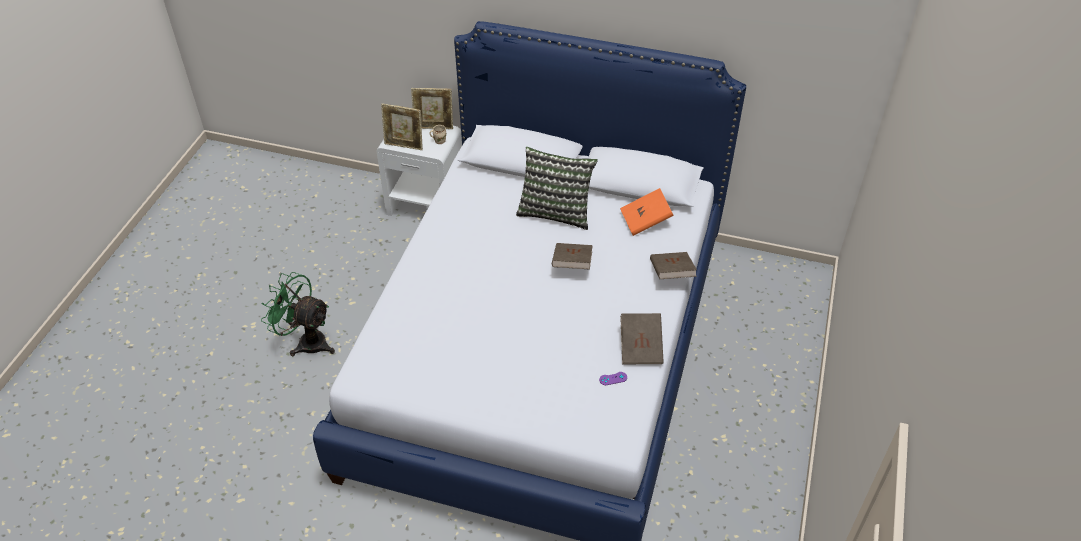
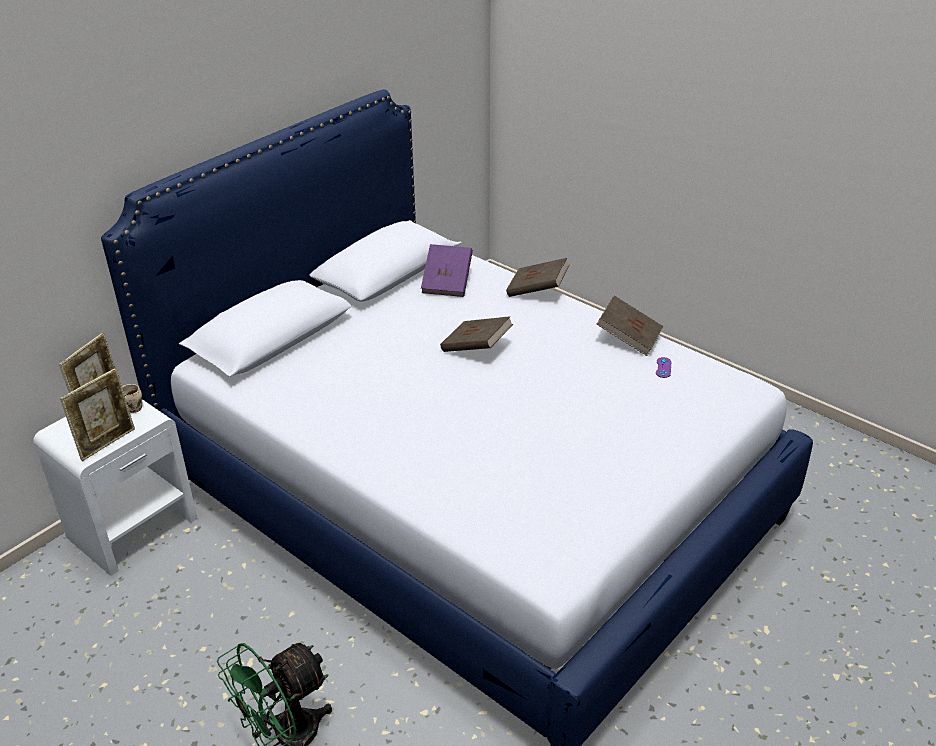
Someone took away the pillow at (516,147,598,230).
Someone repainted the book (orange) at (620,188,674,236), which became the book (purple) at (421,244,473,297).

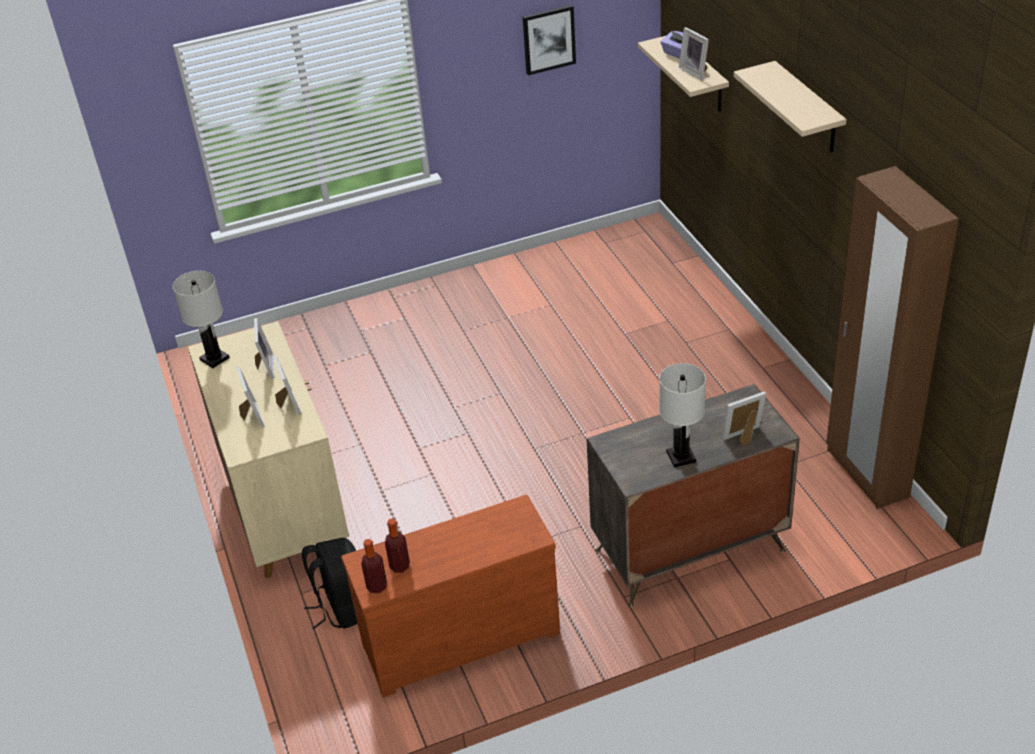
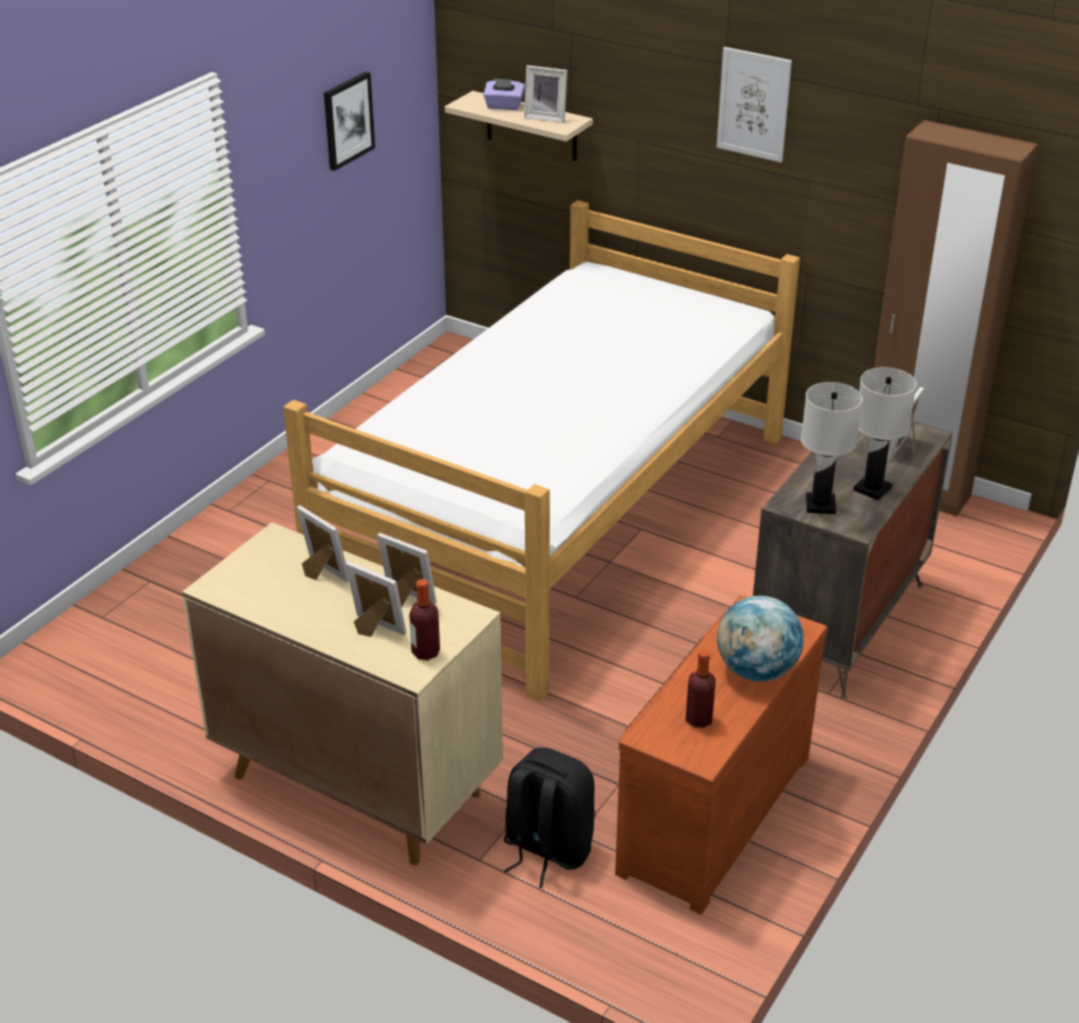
Someone carried the table lamp (white) from (173,271,229,368) to (801,382,863,514).
Someone carried the bottle from (361,539,387,593) to (409,579,440,660).
Someone swapped the shelf (beige) at (734,61,846,153) for the picture at (717,47,792,162).
Someone put down the bed at (283,200,800,702).
Someone put down the globe at (717,596,804,682).

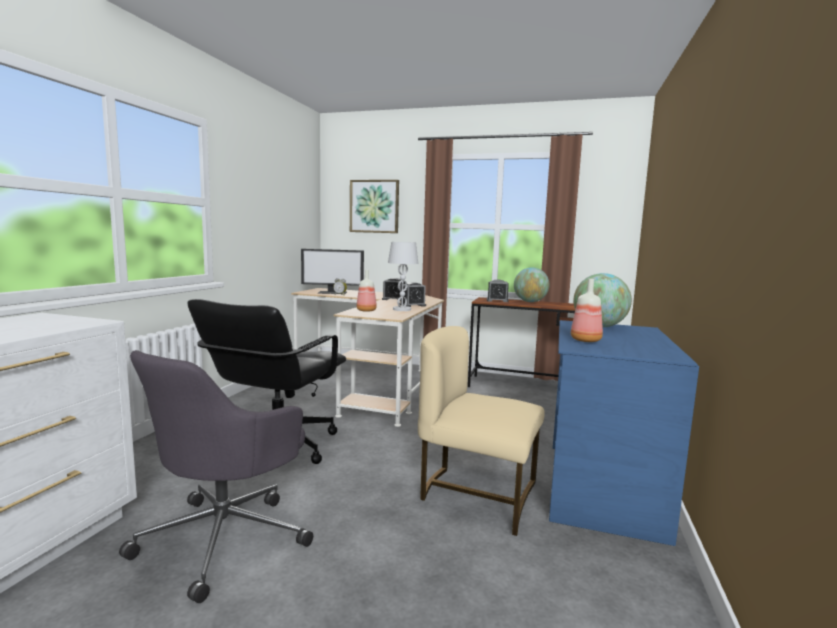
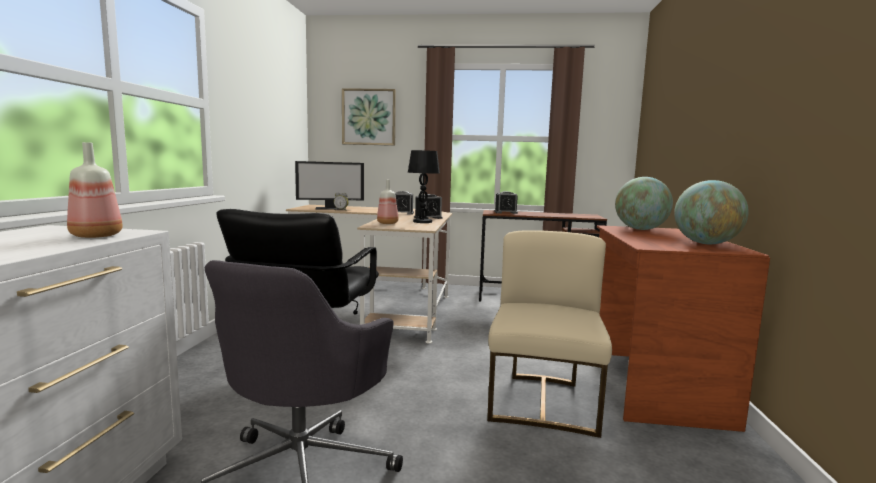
Someone repainted the table lamp (white) at (388,242,418,311), which became the table lamp (black) at (408,150,440,223).
Someone rotated the chair (beige) at (418,326,545,536) by 90 degrees clockwise.
Someone carried the globe from (514,267,550,302) to (674,180,749,244).
Someone repainted the desk (blue) at (549,320,699,546), which became the desk (brown) at (597,225,770,432).
Someone carried the bottle from (571,279,603,342) to (67,142,123,238).

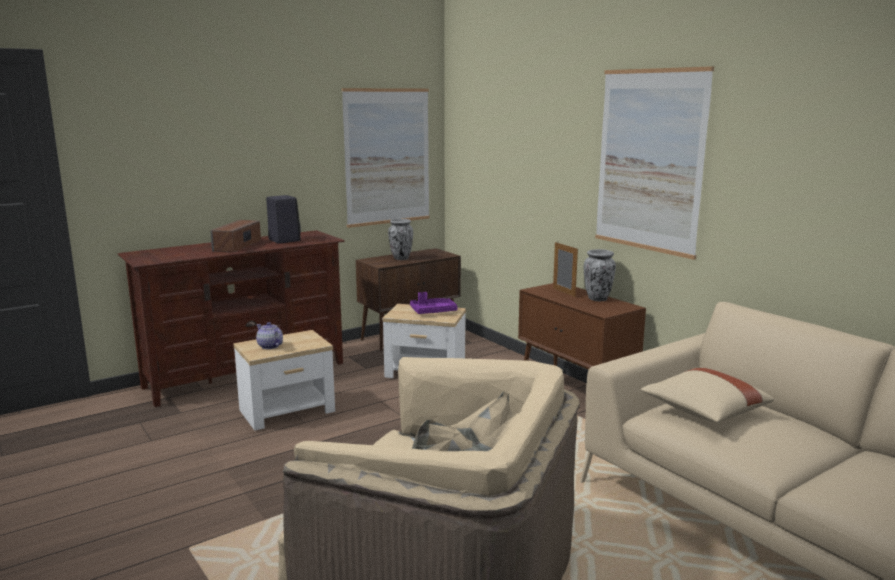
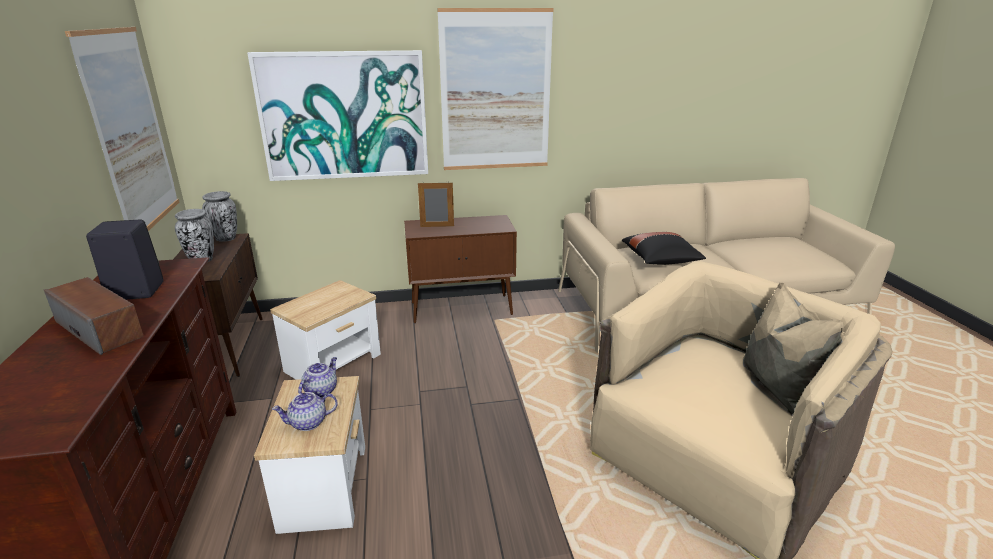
Someone took away the tray (purple) at (410,292,458,314).
Someone carried the vase from (584,249,616,301) to (202,191,237,242).
Someone repainted the pillow (beige) at (641,368,774,423), which became the pillow (black) at (622,232,706,265).
Someone put up the picture at (247,50,428,181).
Someone put down the teapot at (298,357,337,398).

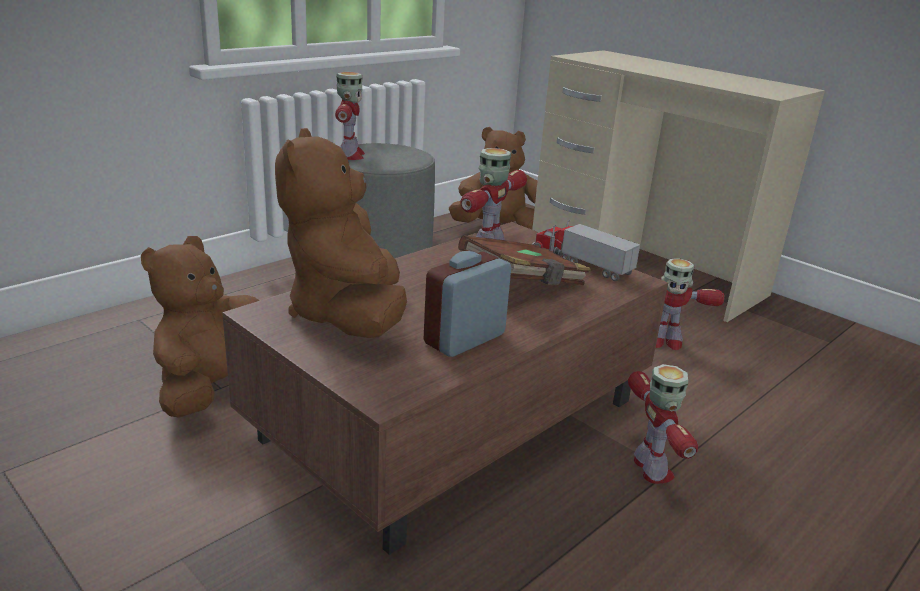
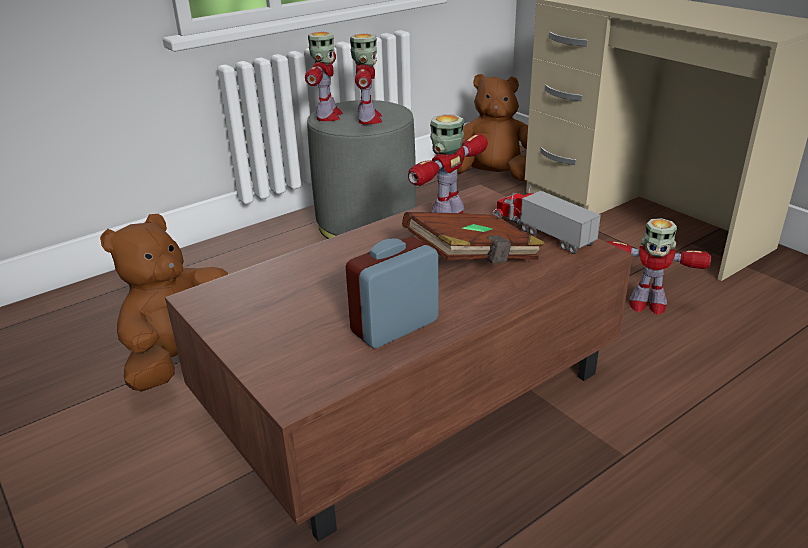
Someone took away the plush toy (brown) at (275,128,407,338).
Someone carried the toy robot from (628,364,698,484) to (350,34,383,124).

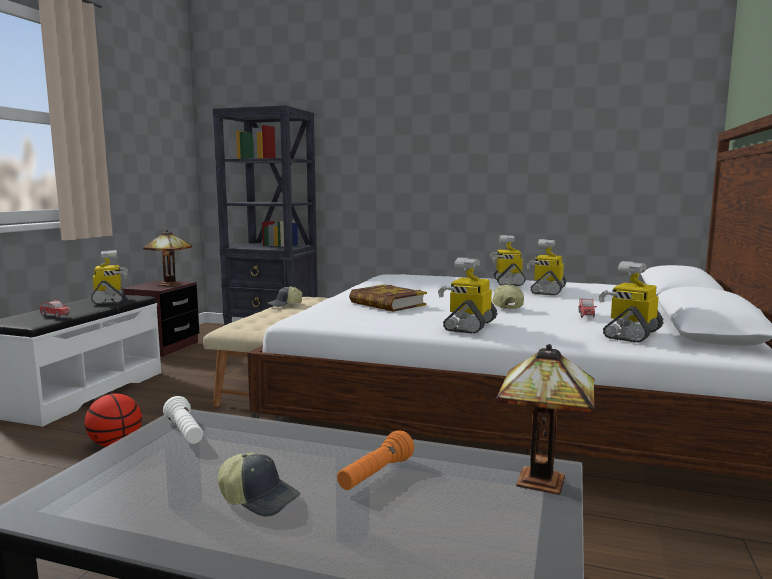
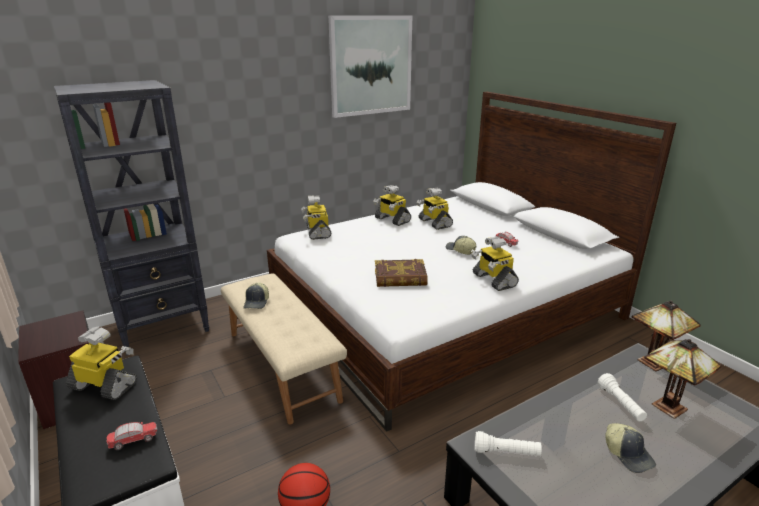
Someone carried the table lamp from (143,230,192,286) to (644,339,721,419).
Someone rotated the cap at (218,453,300,517) by 90 degrees clockwise.
Someone repainted the flashlight (orange) at (337,430,414,490), which became the flashlight (white) at (598,373,647,422).
Someone carried the toy robot from (599,261,664,343) to (301,195,331,240).
Someone put up the picture at (328,16,412,118).

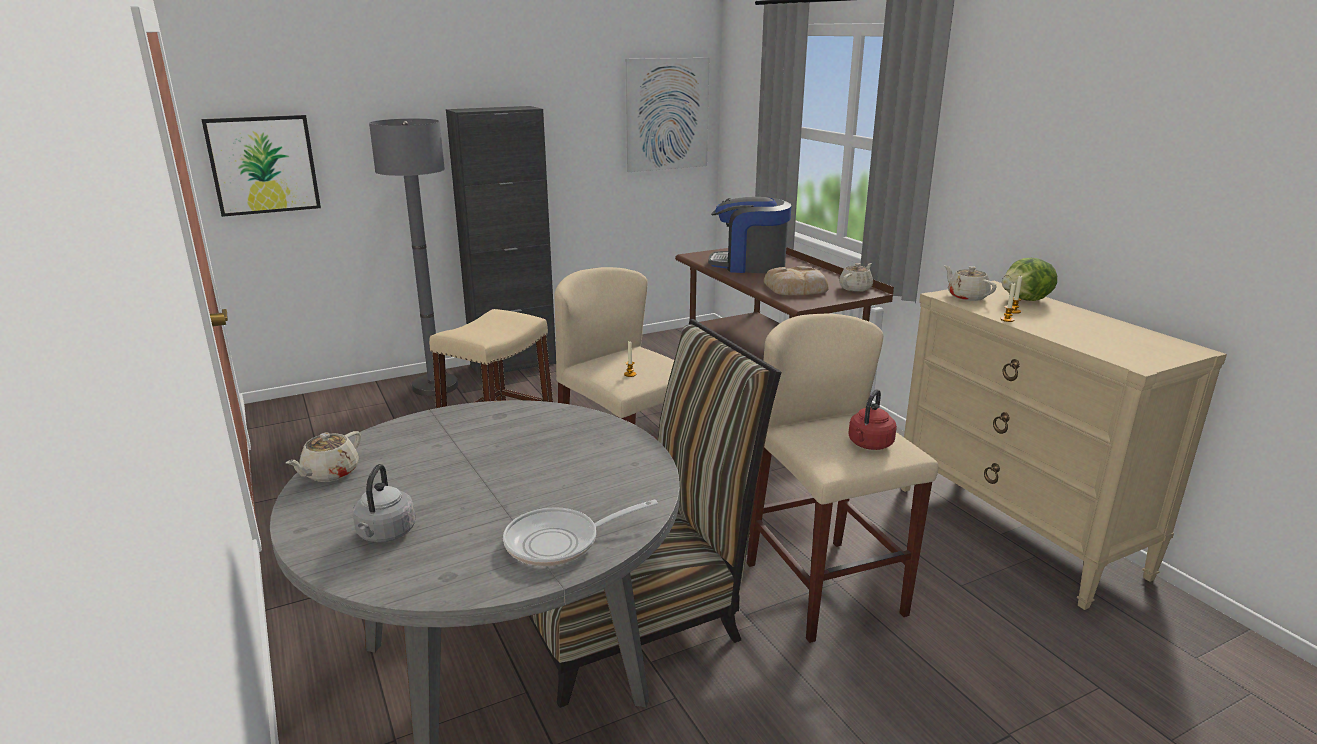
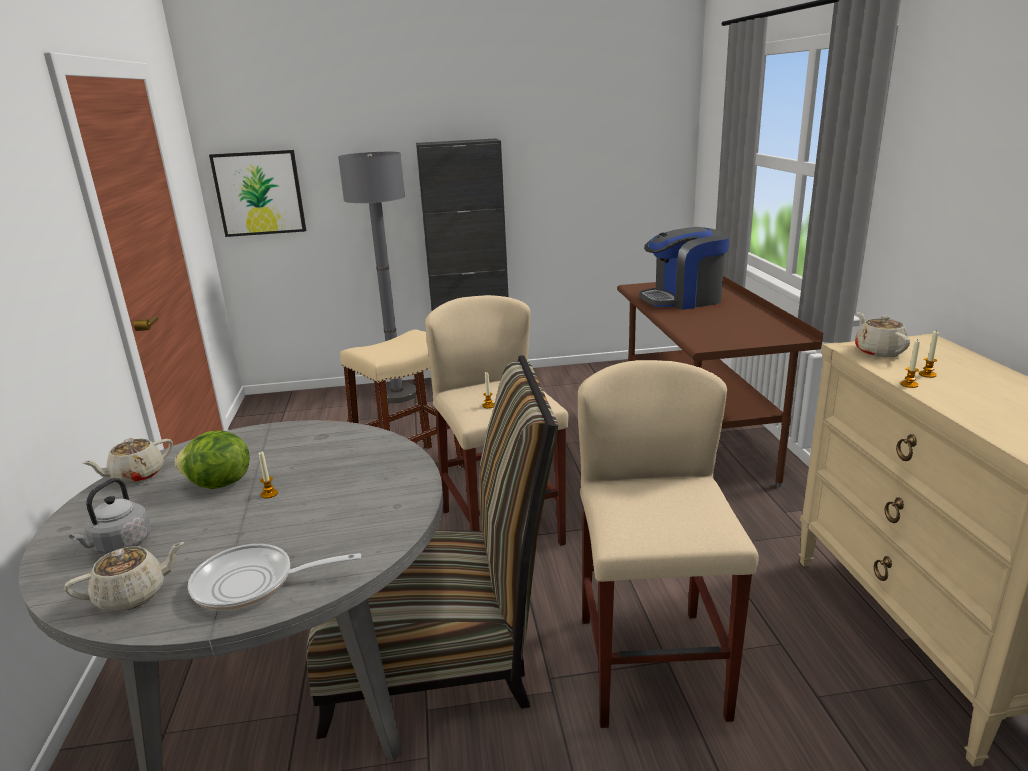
Someone took away the picture at (626,58,709,172).
Someone rotated the coffee machine at (708,197,791,273) by 45 degrees counterclockwise.
Someone took away the bread at (764,266,829,295).
Someone carried the teapot (beige) from (839,263,873,292) to (64,542,184,611).
Someone took away the kettle (red) at (848,389,897,450).
Someone carried the lettuce from (1002,258,1057,301) to (175,431,249,489).
Someone put down the candle at (259,451,278,498).

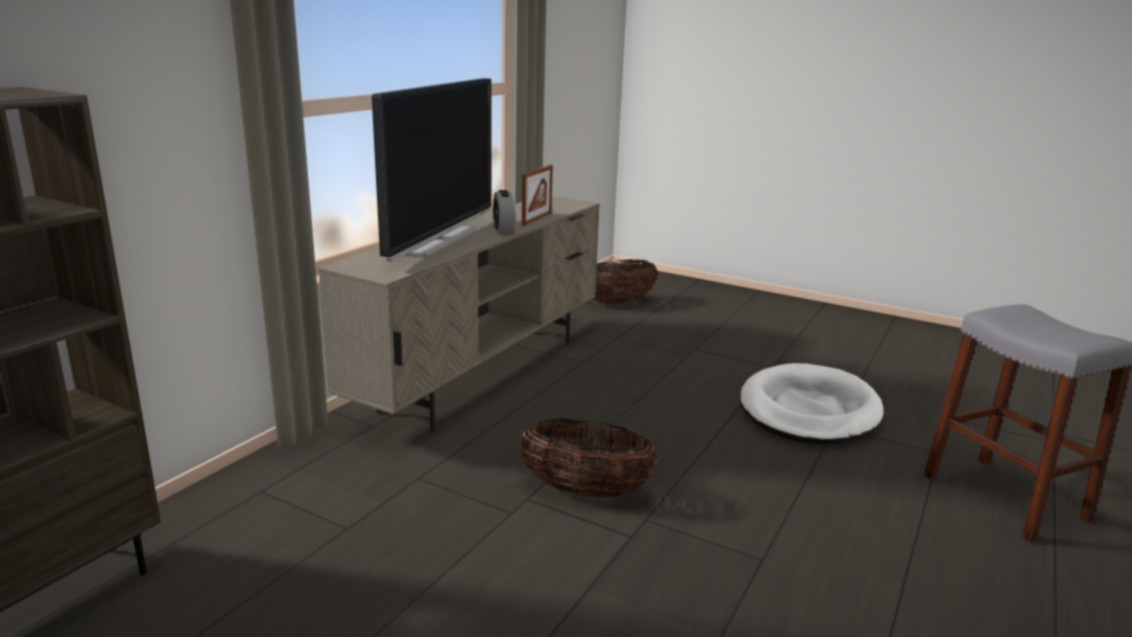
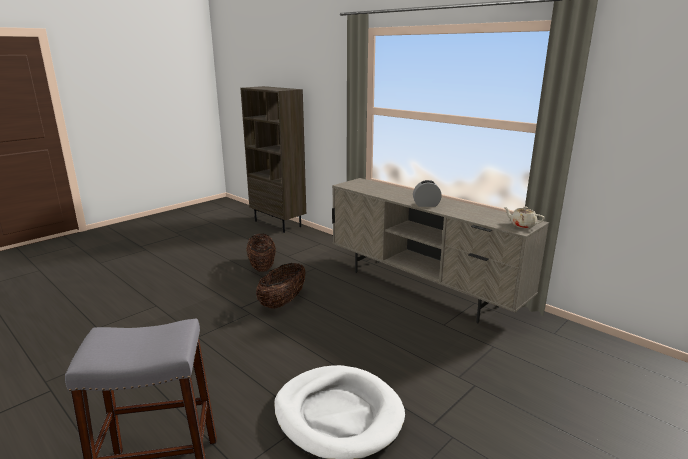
Someone took away the television at (372,78,492,262).
Someone took away the picture frame at (522,165,553,226).
Someone carried the basket from (594,259,658,304) to (246,233,276,272).
Someone put down the teapot (beige) at (503,206,545,228).

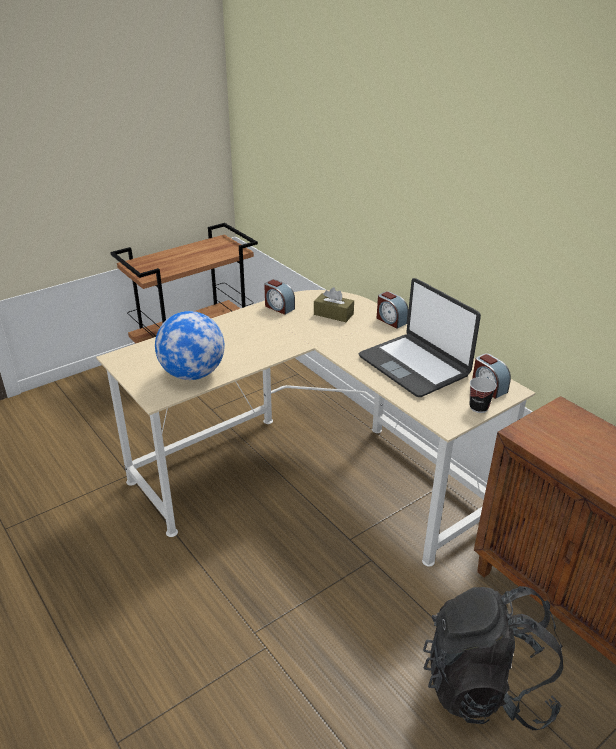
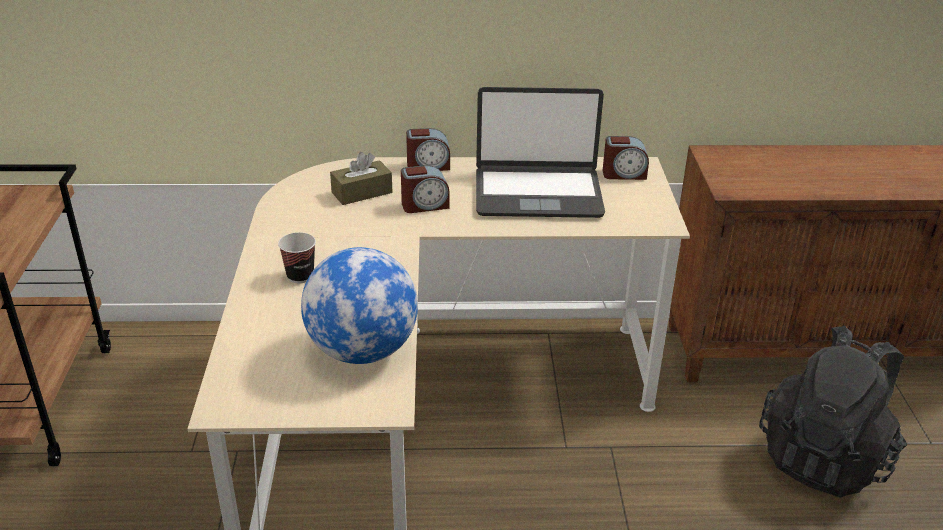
Someone carried the alarm clock from (264,279,295,315) to (401,165,450,213).
Someone carried the cup from (470,377,497,413) to (278,232,316,283).

